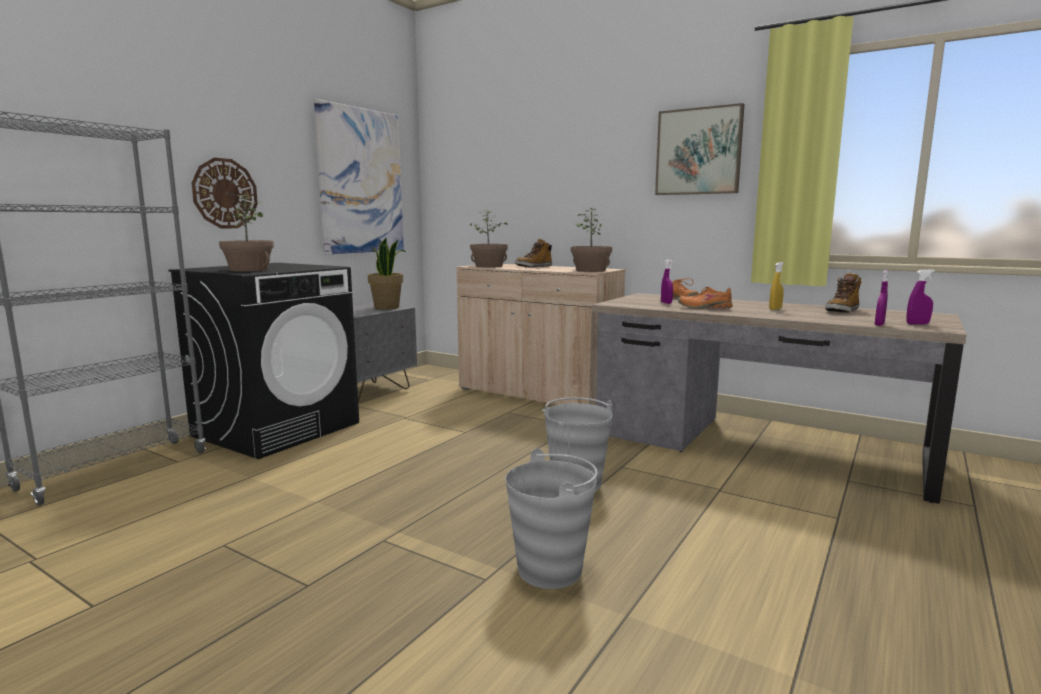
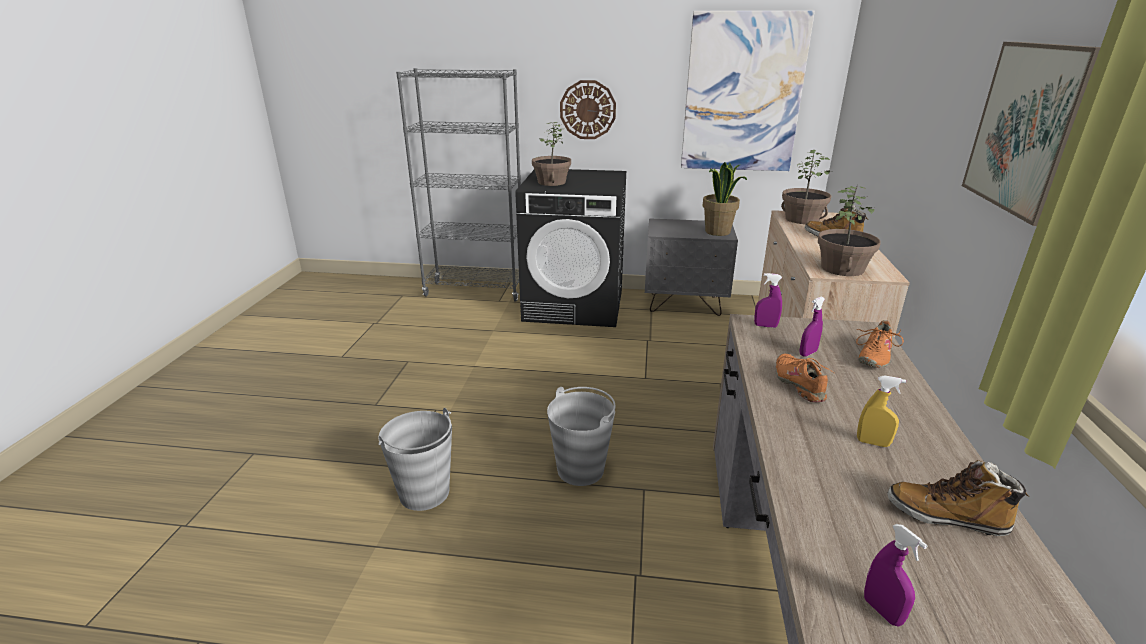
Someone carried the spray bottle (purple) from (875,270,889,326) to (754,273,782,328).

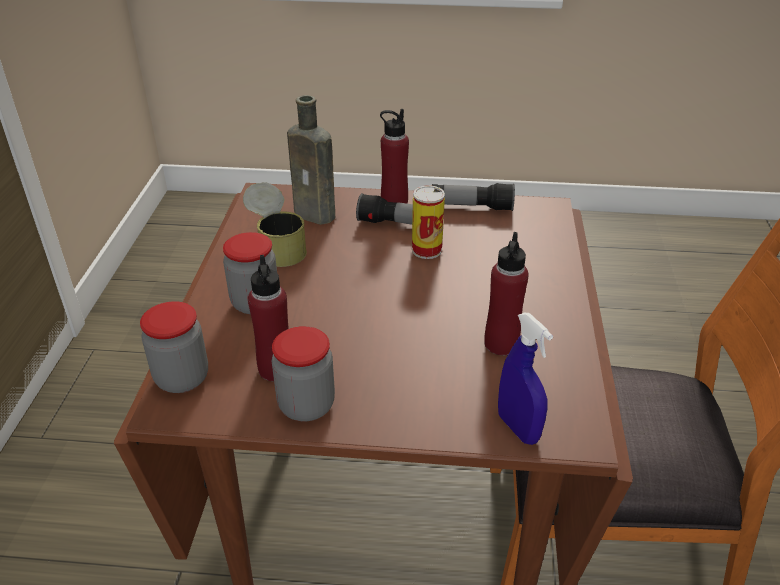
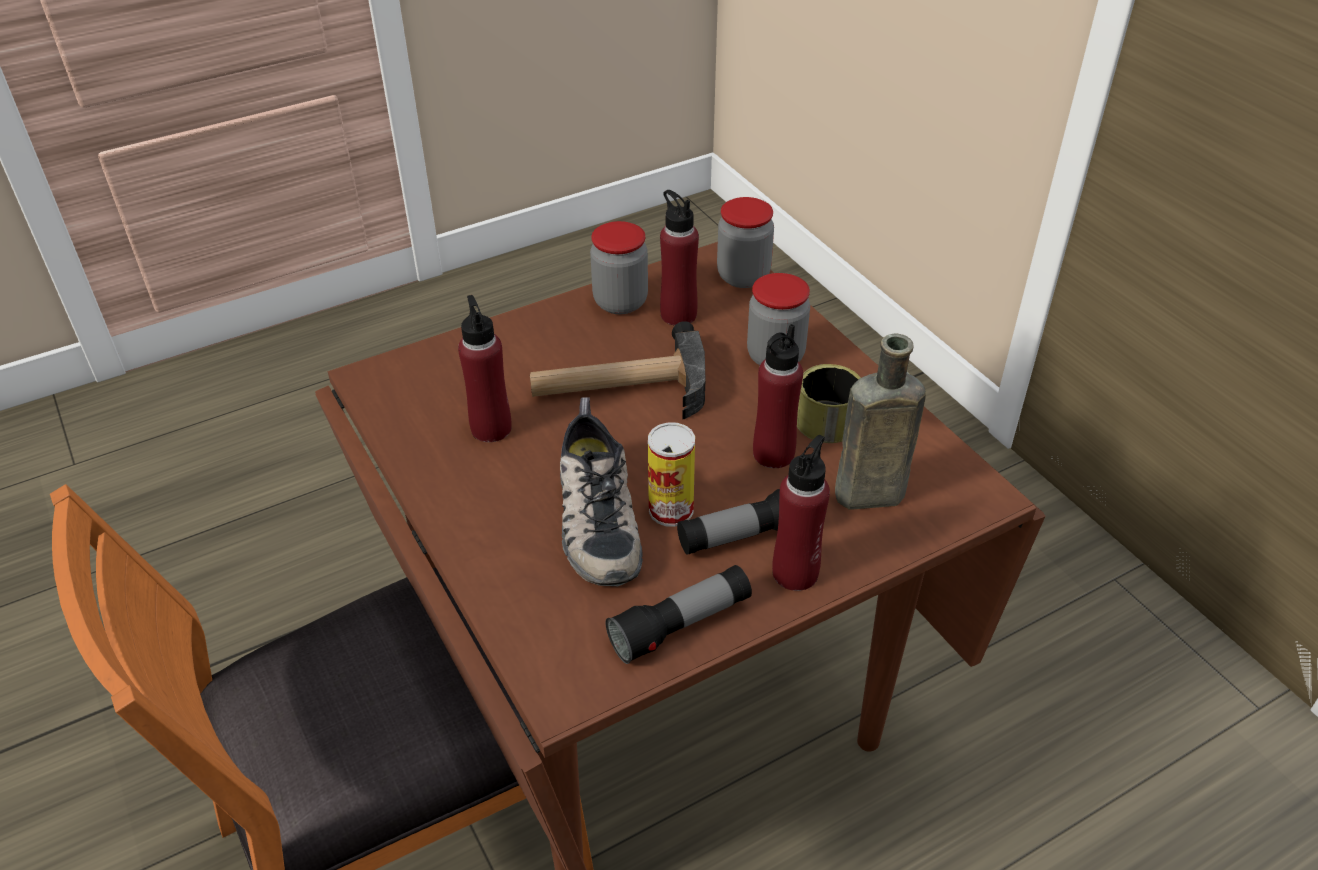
Someone took away the spray bottle (blue) at (498,313,553,445).
Someone put down the hammer at (530,321,705,419).
Someone put down the shoe at (560,397,643,586).
Someone put down the bottle (red) at (753,324,803,468).

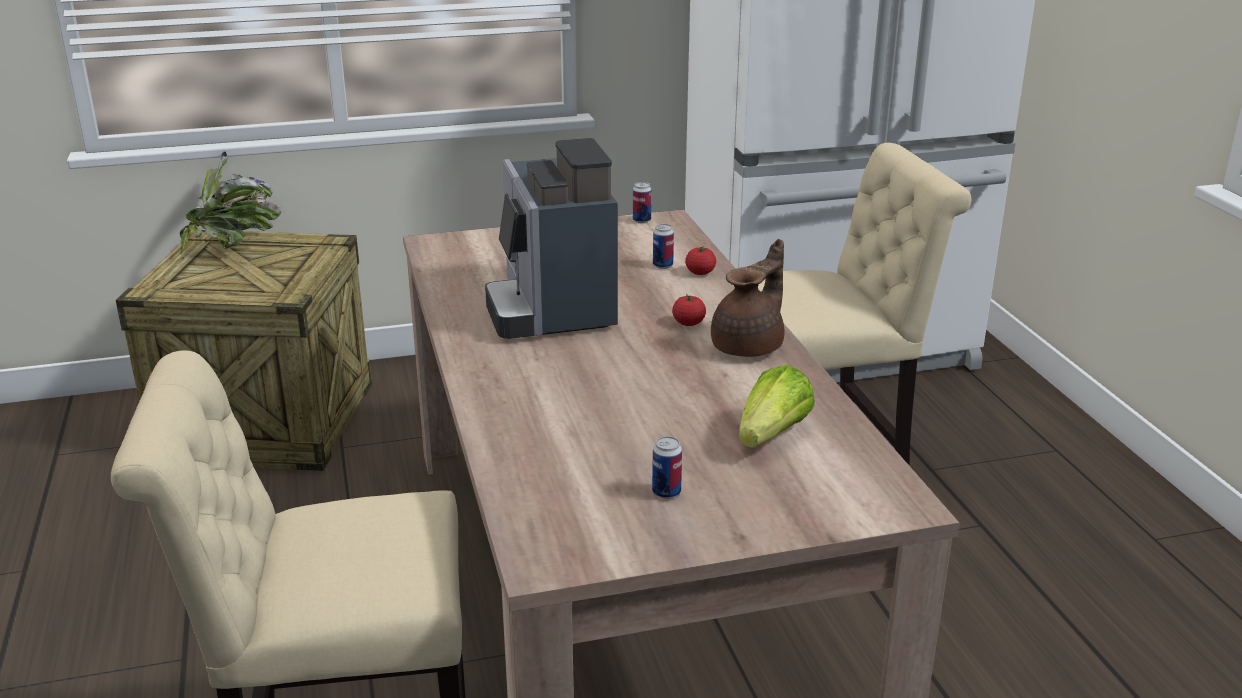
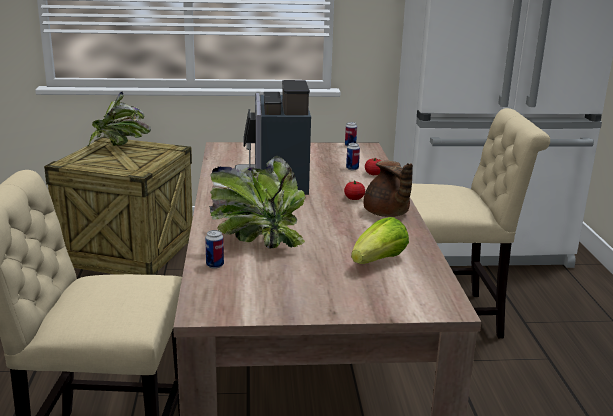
Someone carried the can from (652,436,682,499) to (205,230,224,269).
Someone rotated the teapot (brown) at (711,239,785,357) by 105 degrees clockwise.
Someone put down the potted plant at (209,156,306,248).

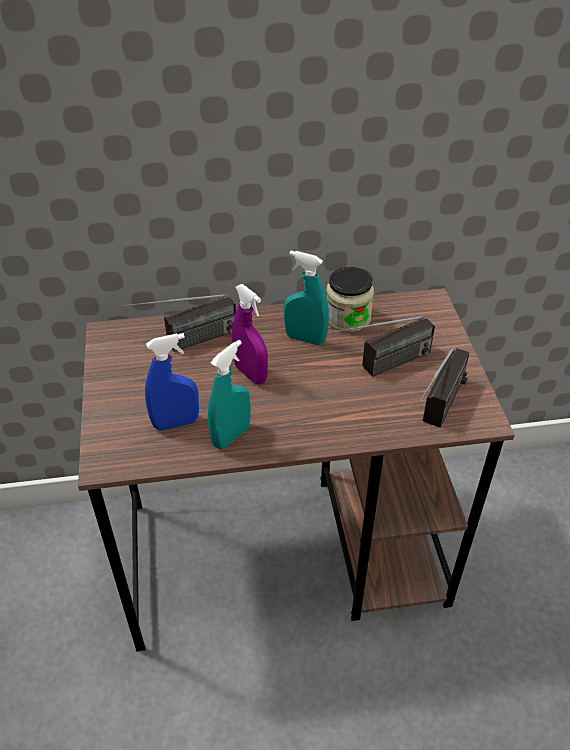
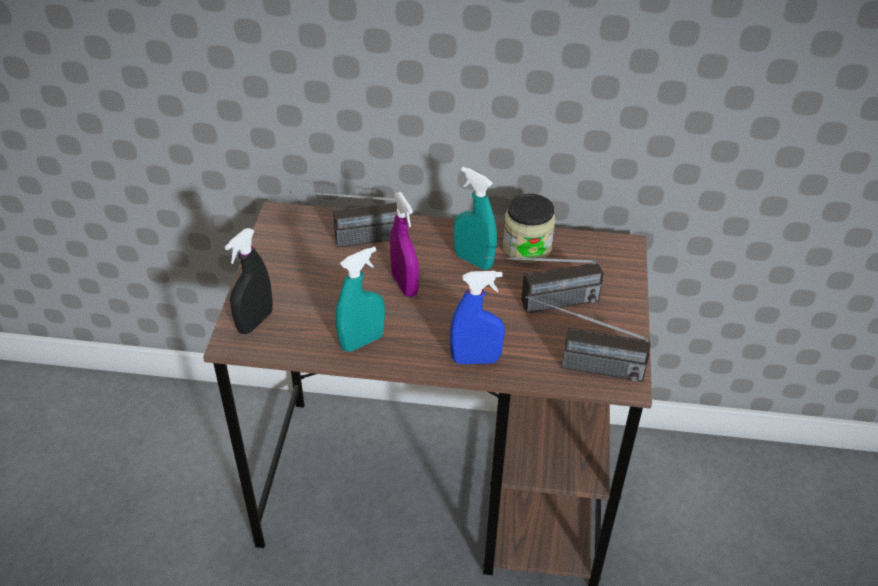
Someone carried the spray bottle (blue) from (145,333,199,431) to (450,271,505,364).
Someone rotated the radio at (418,348,470,428) by 60 degrees clockwise.
Someone put down the spray bottle (black) at (225,228,273,334).

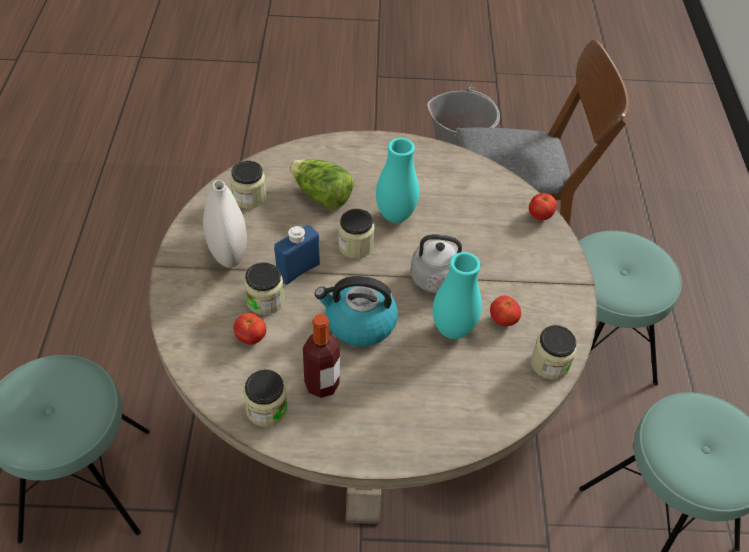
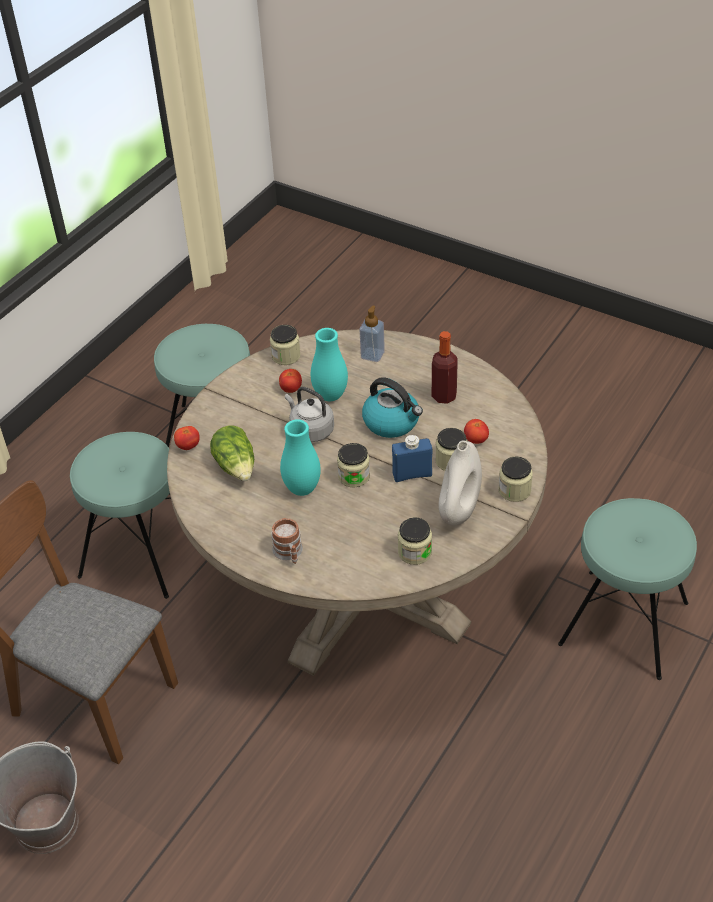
Someone carried the jar from (243,369,288,427) to (498,457,533,502).
Someone carried the lettuce from (289,159,354,209) to (210,426,254,481).
Someone put down the mug at (271,518,303,564).
Someone put down the soap dispenser at (360,306,385,362).

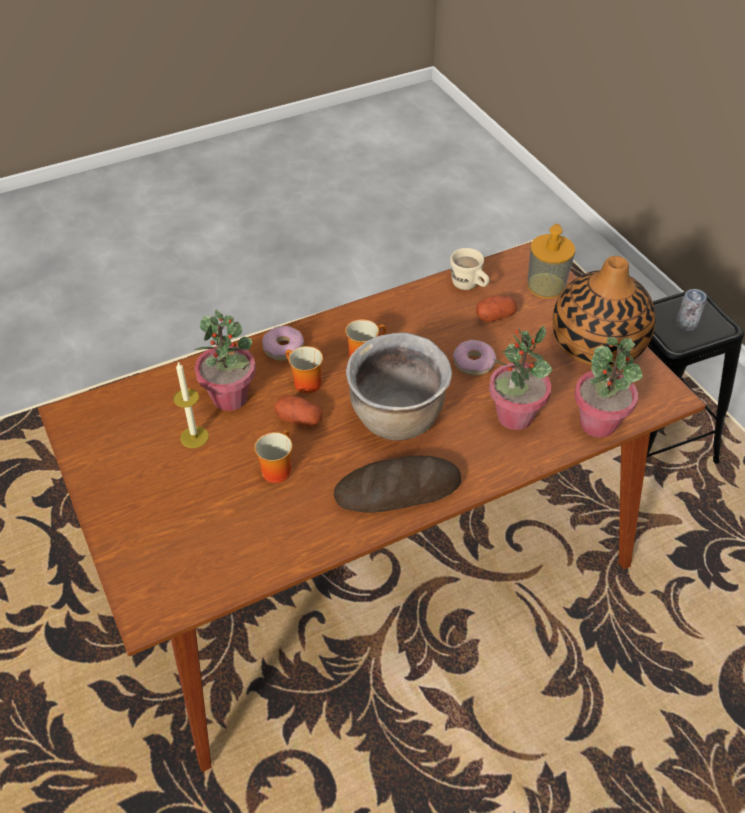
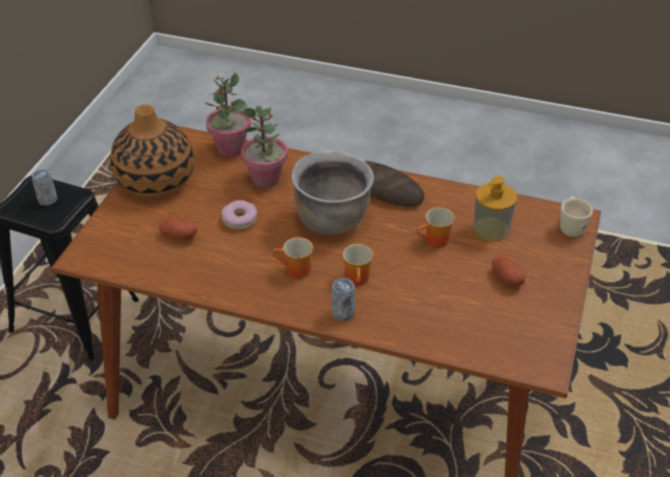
Someone took away the candle at (173,361,209,448).
Someone took away the potted plant at (194,309,256,411).
Someone swapped the donut at (262,326,304,361) for the can at (332,278,355,321).
Someone carried the potato from (274,395,323,427) to (492,256,525,287).
Someone carried the mug (beige) from (450,248,490,290) to (560,197,593,237).
Someone carried the soap dispenser from (527,224,575,299) to (474,176,517,242).

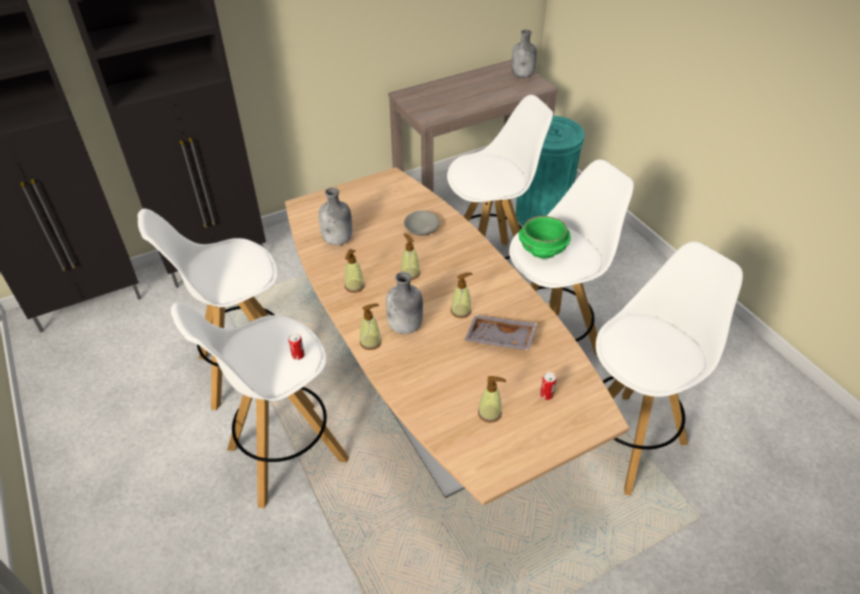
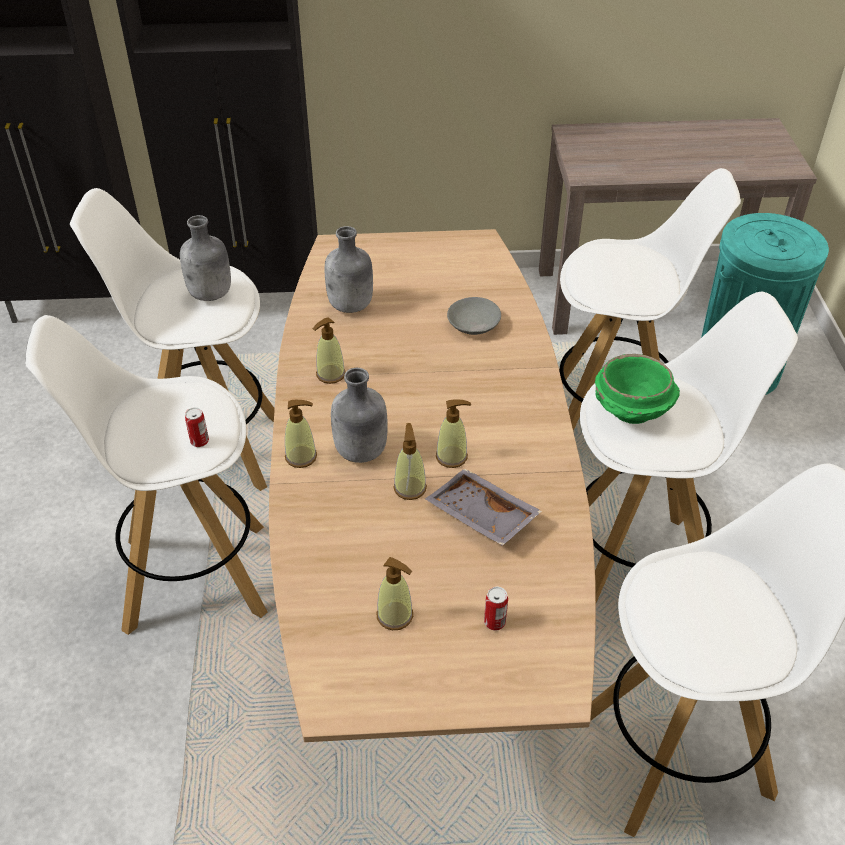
Someone carried the soap dispenser from (401,234,420,280) to (393,423,427,500).
Someone carried the bottle (grey) from (511,30,537,78) to (180,215,231,301).

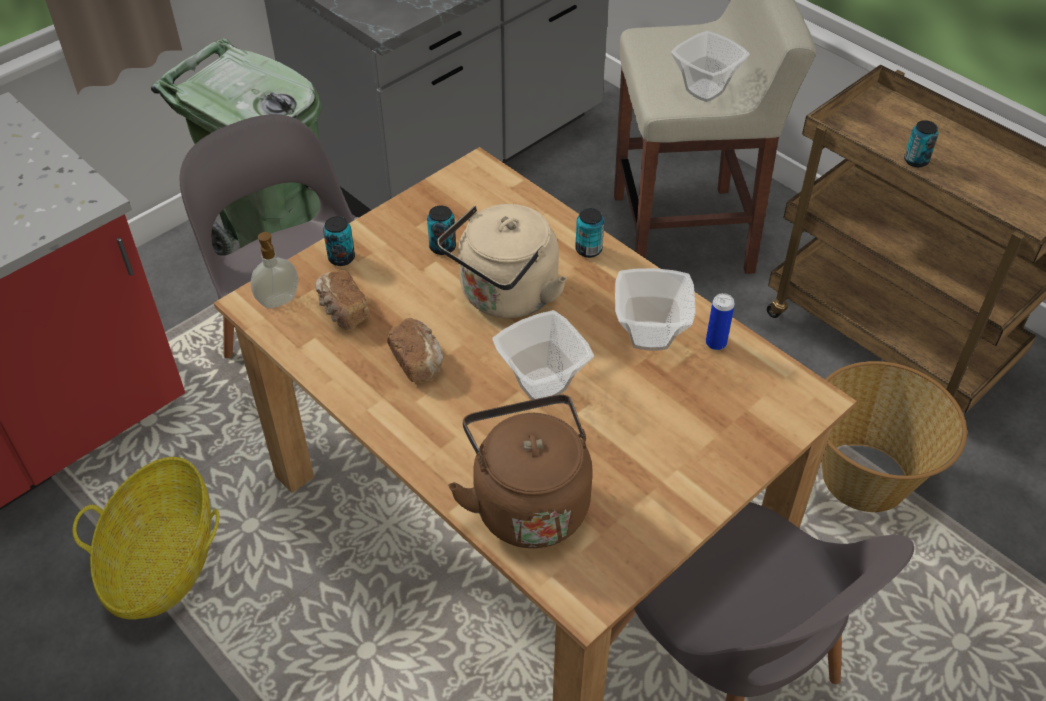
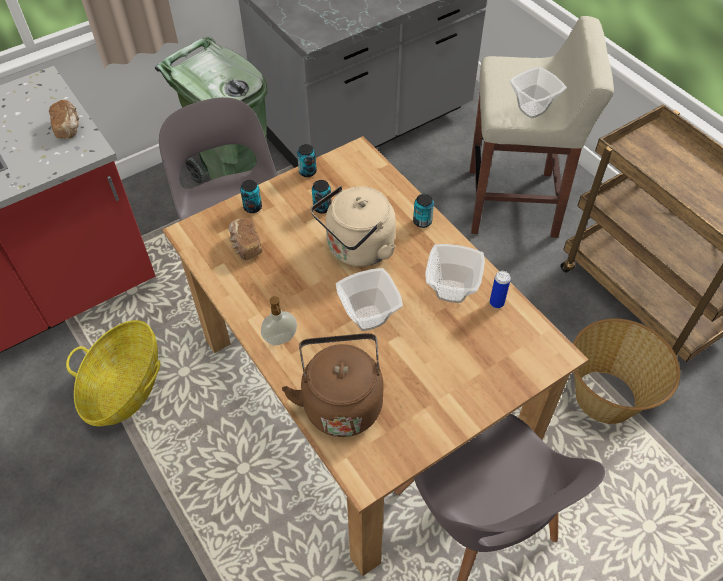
Someone carried the soap dispenser from (251,232,298,308) to (261,296,297,345).
Someone carried the bread from (387,318,443,382) to (49,100,79,139).
Someone carried the can from (904,120,938,167) to (297,144,317,177).

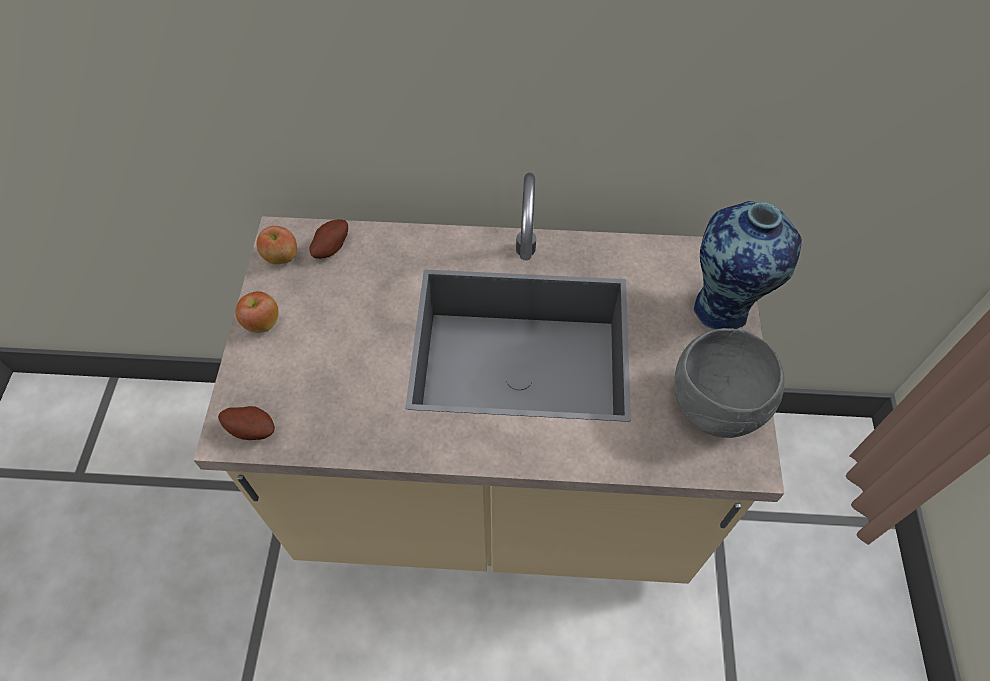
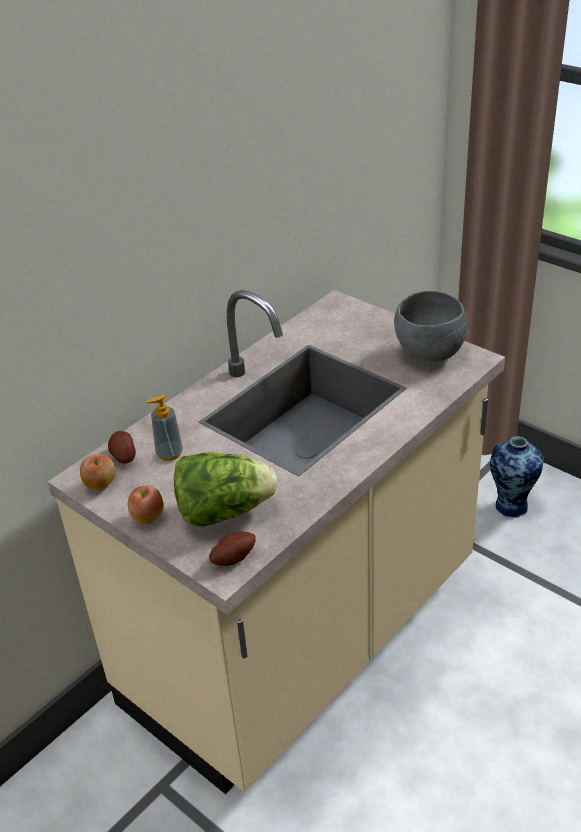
Someone carried the vase from (694,201,802,329) to (490,436,543,518).
Someone put down the soap dispenser at (146,394,183,461).
Someone put down the lettuce at (174,452,277,526).

